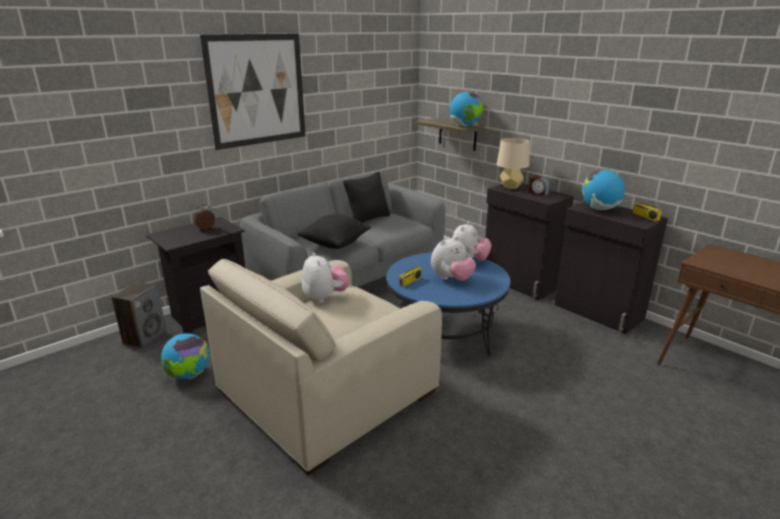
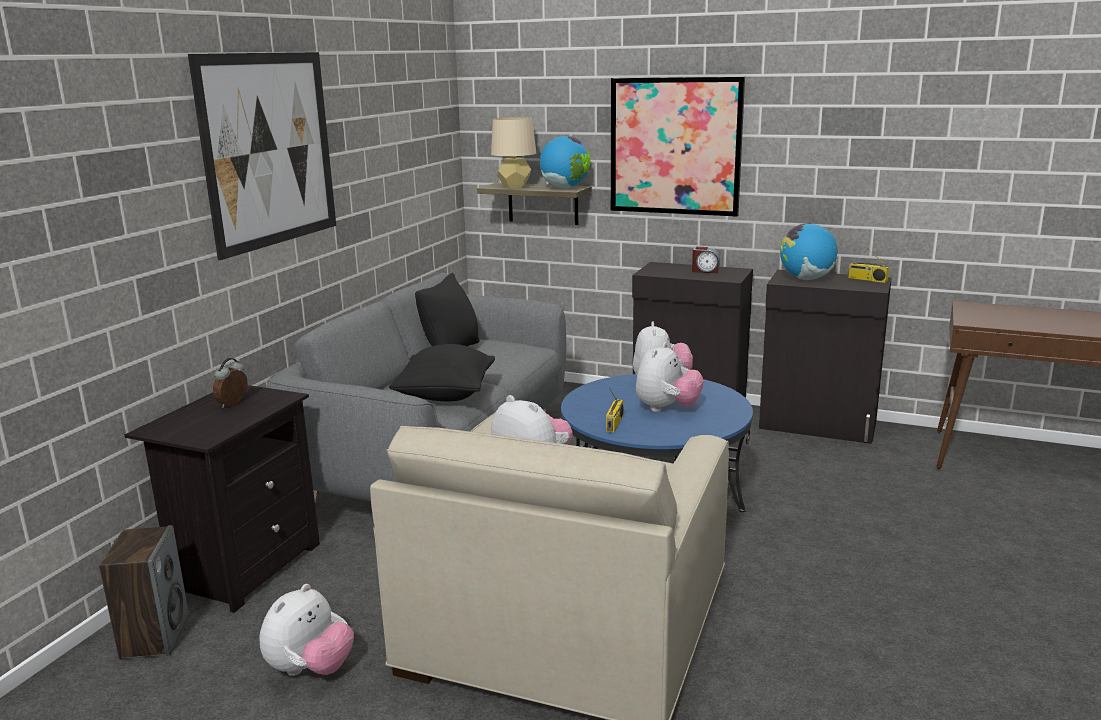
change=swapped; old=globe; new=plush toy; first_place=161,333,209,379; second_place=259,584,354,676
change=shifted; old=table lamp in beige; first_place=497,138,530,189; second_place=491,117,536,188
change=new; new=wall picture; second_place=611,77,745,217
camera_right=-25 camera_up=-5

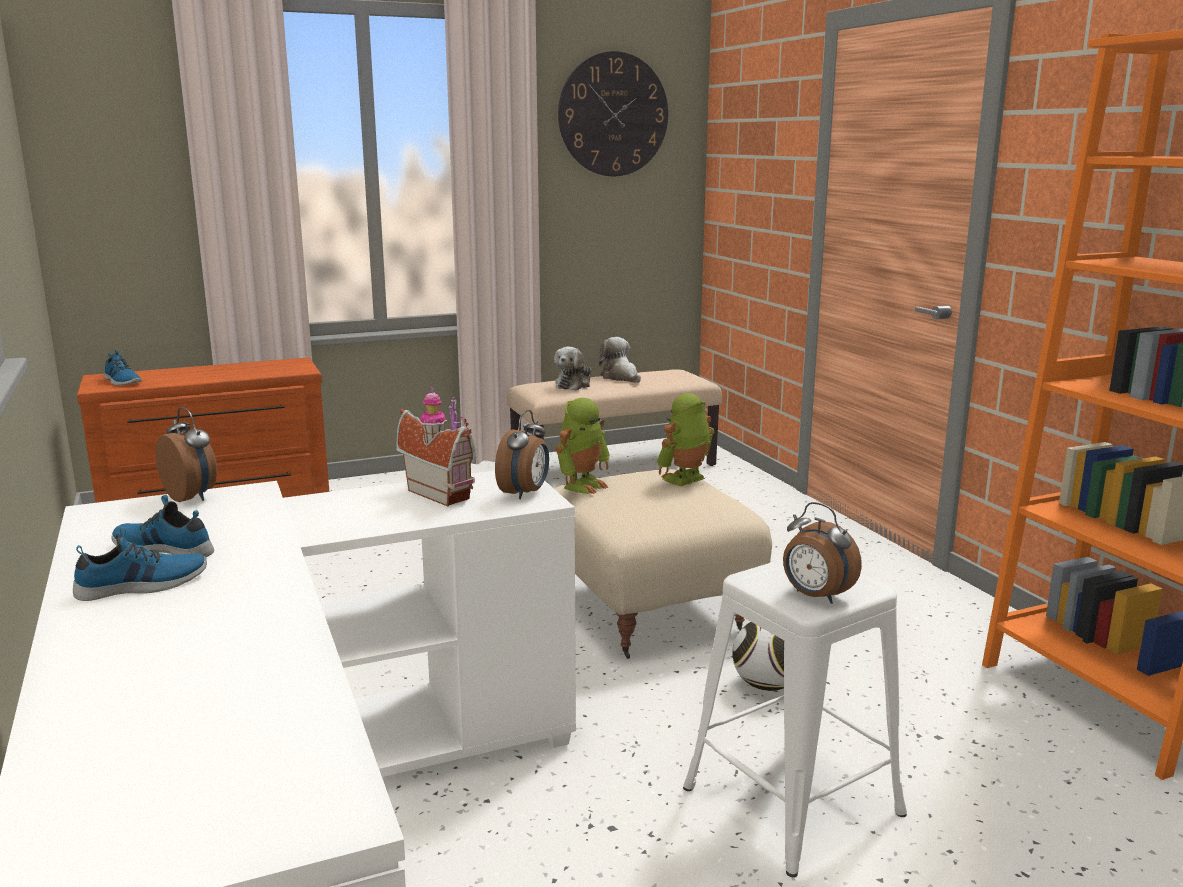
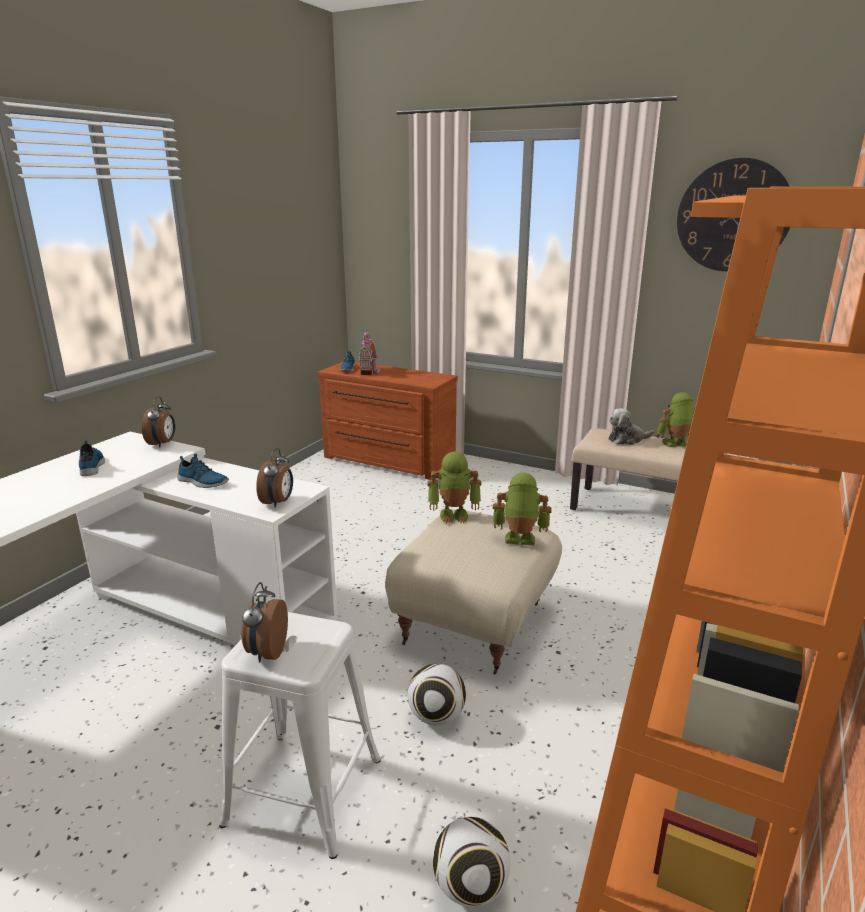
change=shifted; old=low shoe; first_place=73,527,207,601; second_place=178,453,229,488
change=shifted; old=toy house; first_place=396,386,477,506; second_place=359,330,380,375
change=rotated; old=alarm clock; first_place=495,410,549,499; second_place=256,448,293,508; degrees=-60
change=swapped; old=plush toy; new=robot figure; first_place=599,337,641,383; second_place=657,392,695,447
change=new; new=football; second_place=433,817,510,907
camera_right=50 camera_up=5

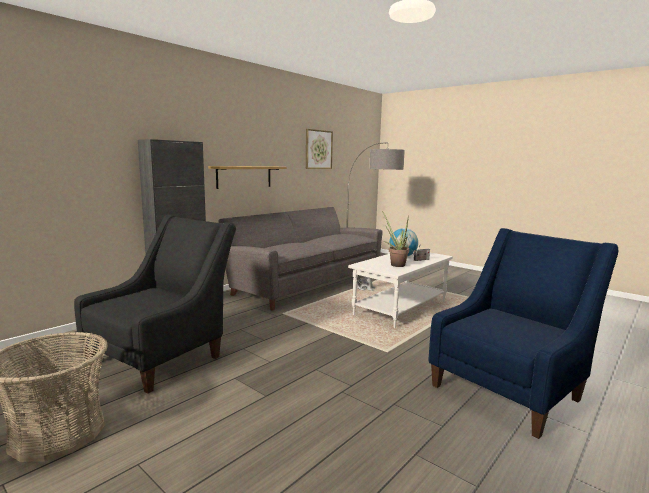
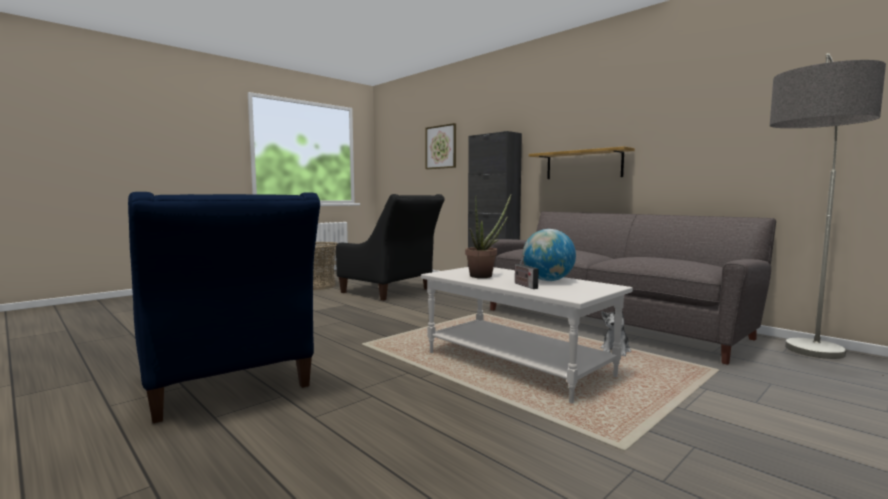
change=shifted; old=wall picture; first_place=306,129,333,169; second_place=425,123,456,169
camera_right=95 camera_up=-5

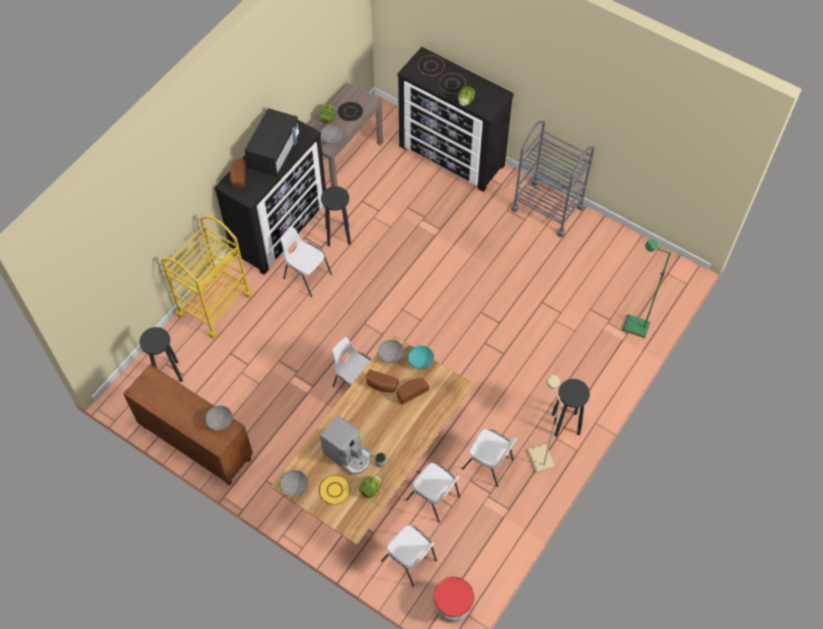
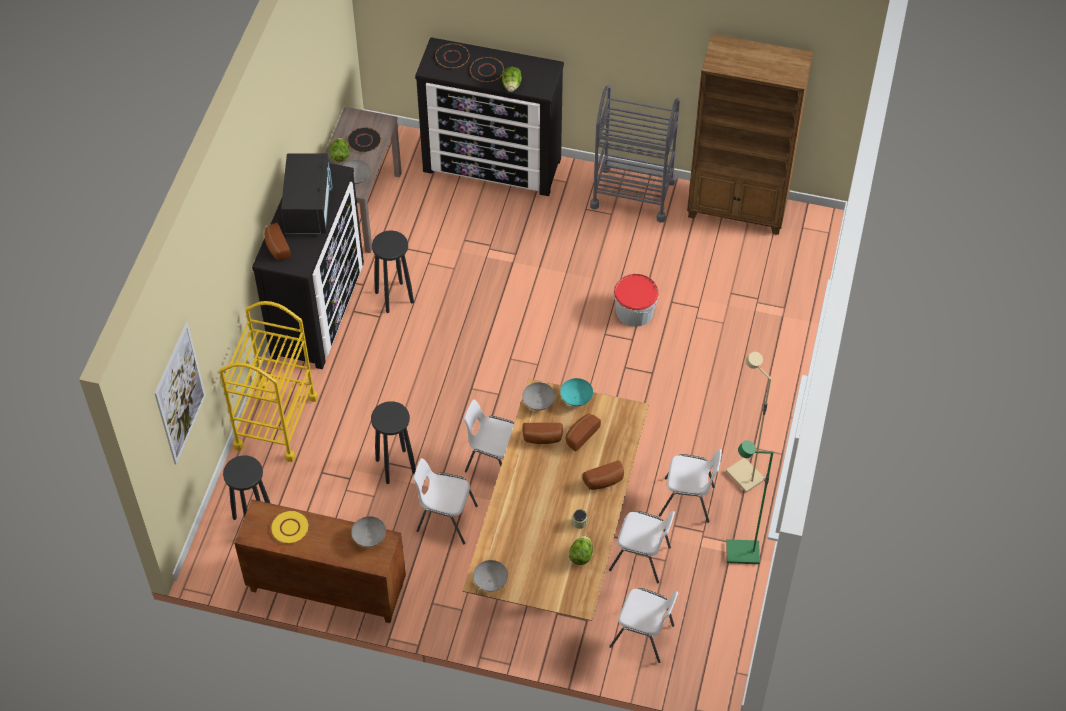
change=shifted; old=chair in white-coloured; first_place=280,227,332,297; second_place=413,458,478,544
change=shifted; old=plate in yellowish; first_place=319,475,351,505; second_place=270,510,310,544
change=gone; old=coffee machine; first_place=320,415,371,474
change=shifted; old=bucket; first_place=433,577,475,623; second_place=614,274,659,327
change=shifted; old=sitting stool in black; first_place=552,379,590,437; second_place=371,401,416,484
change=shifted; old=standing lamp in green-coloured; first_place=622,238,671,338; second_place=726,440,774,564
change=new; new=wall picture; second_place=154,322,206,465
change=new; new=baked bread; second_place=583,460,624,490
change=new; new=bookcase in brown; second_place=687,34,813,235
camera_right=-20 camera_up=-5

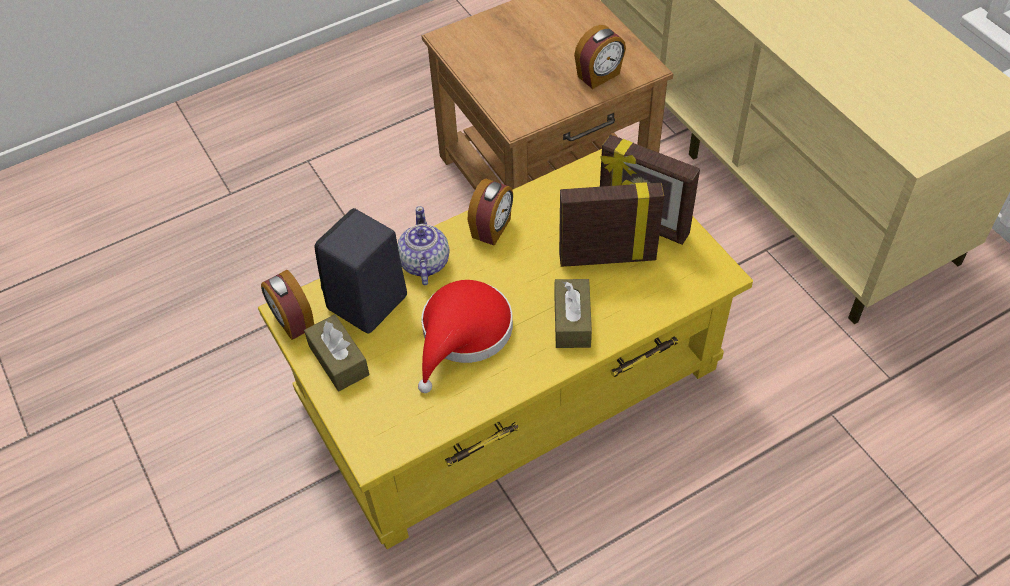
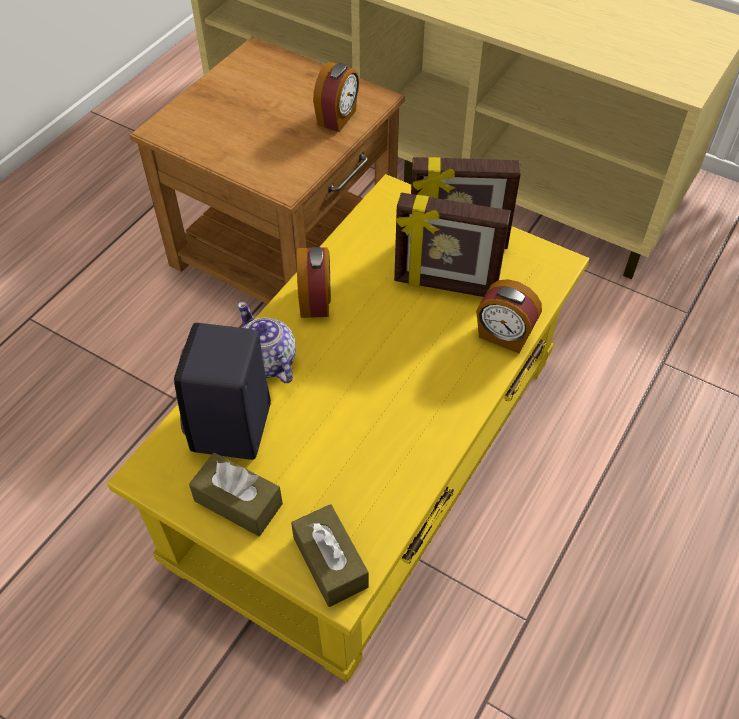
change=shifted; old=alarm clock; first_place=261,270,314,340; second_place=476,279,542,353
change=gone; old=wearable hat in reddish; first_place=418,280,513,393
change=shifted; old=tissue box in brown; first_place=554,279,592,348; second_place=291,504,369,607
change=rotated; old=photo frame; first_place=559,180,664,267; second_place=394,192,511,297; degrees=-135
camera_right=-30 camera_up=0

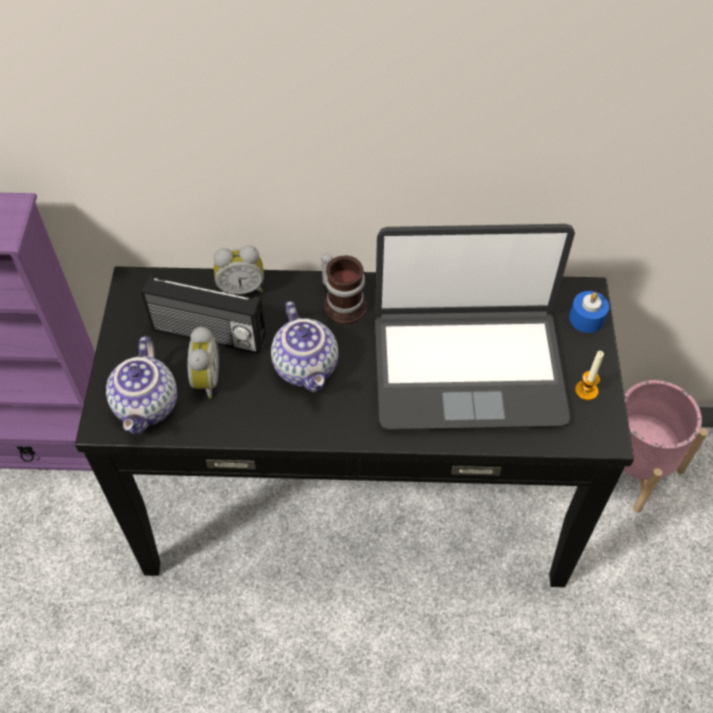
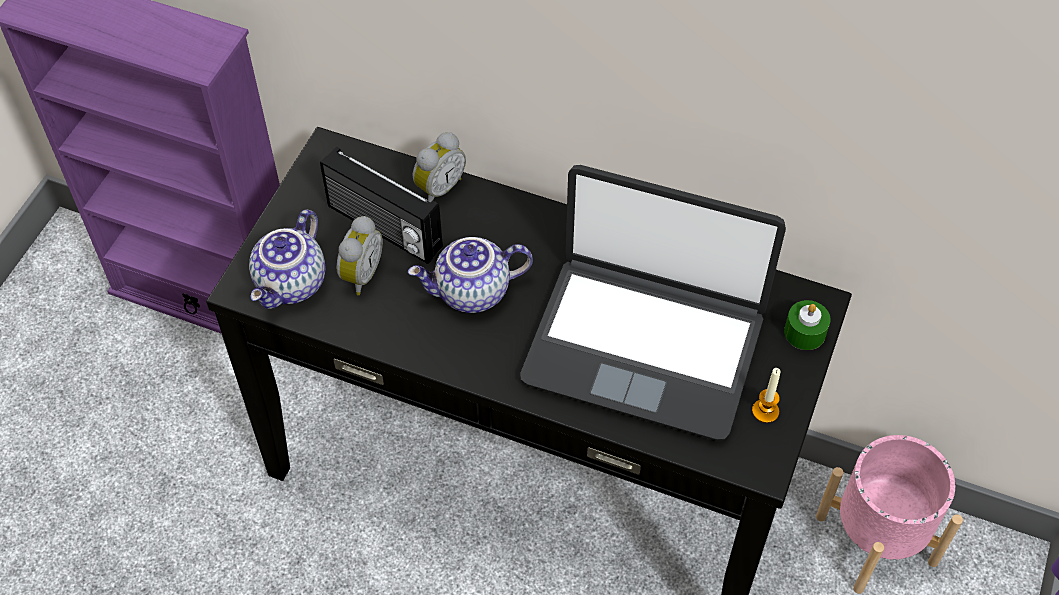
change=rotated; old=alarm clock; first_place=214,245,264,295; second_place=413,132,466,202; degrees=-60
change=rotated; old=tea pot; first_place=271,301,338,392; second_place=408,237,533,313; degrees=75
change=gone; old=mug; first_place=321,253,367,324
change=repainted; old=wax light in blue; new=wax light in green-coloured; first_place=569,291,609,333; second_place=784,300,831,350
camera_right=20 camera_up=0

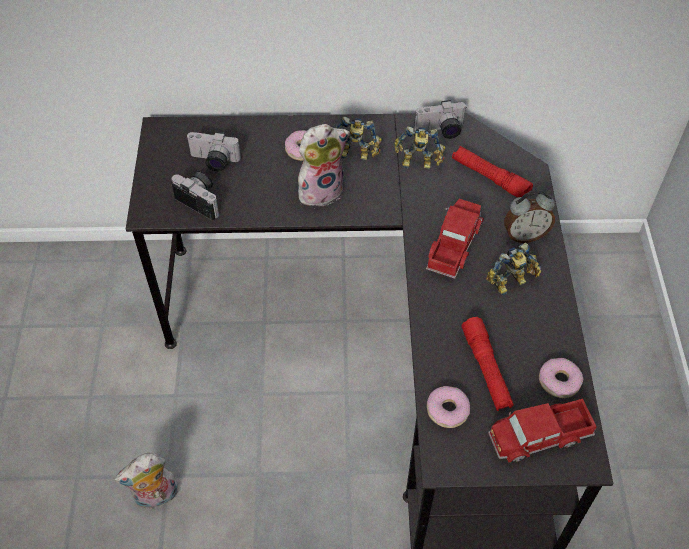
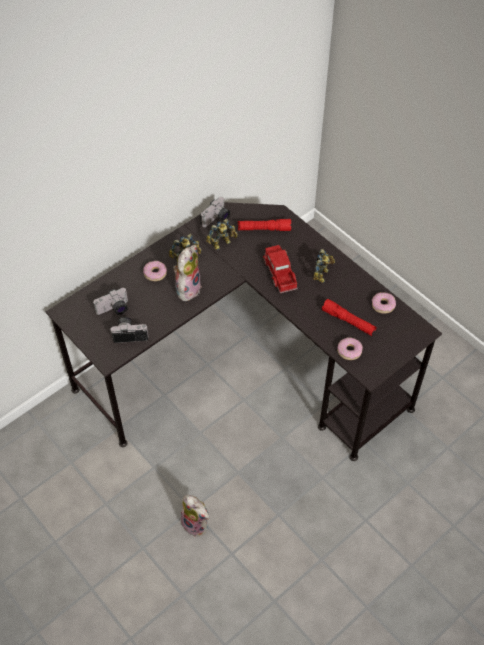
change=rotated; old=plush toy; first_place=114,453,178,509; second_place=181,495,210,537; degrees=-75
change=gone; old=model truck; first_place=488,399,597,463
change=gone; old=alarm clock; first_place=504,190,555,243
camera_right=-40 camera_up=0

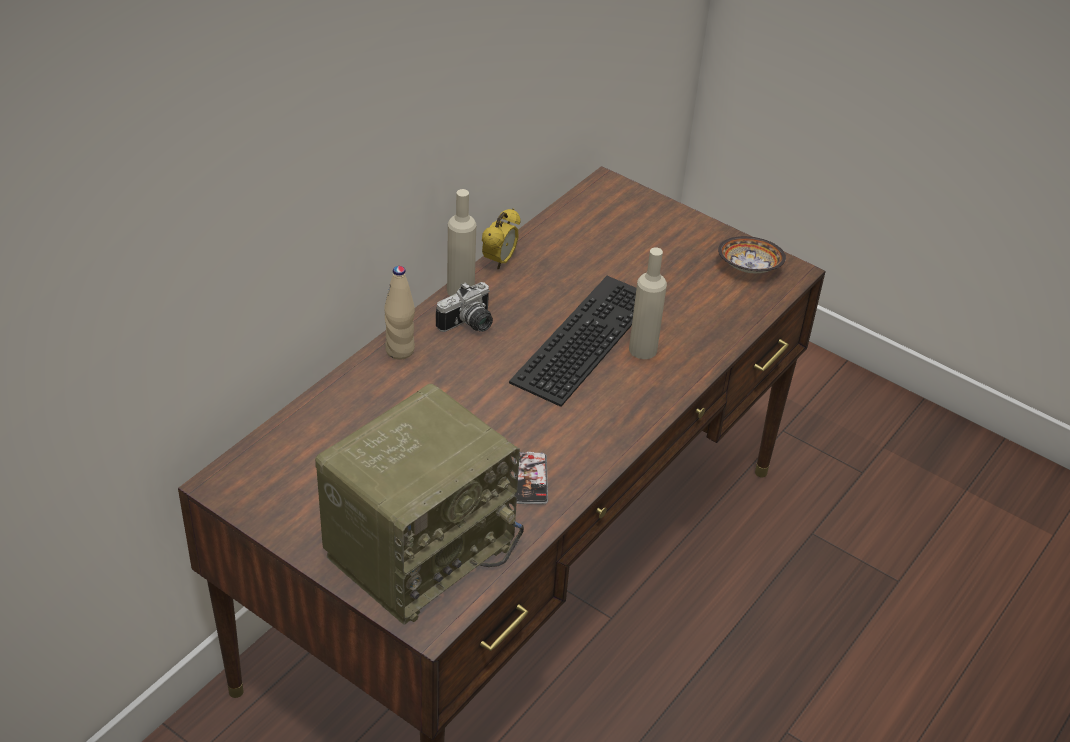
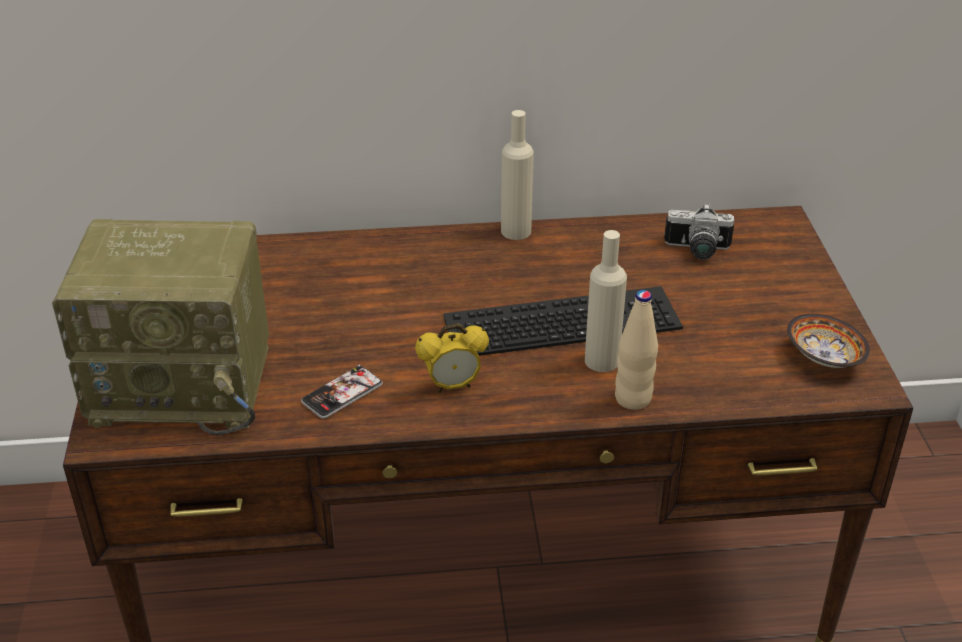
change=shifted; old=beverage bottle in beige; first_place=384,266,415,360; second_place=615,290,658,410
change=shifted; old=still camera; first_place=436,282,493,332; second_place=664,203,734,260
change=shifted; old=alarm clock; first_place=482,208,521,269; second_place=415,323,489,393
camera_right=50 camera_up=-5

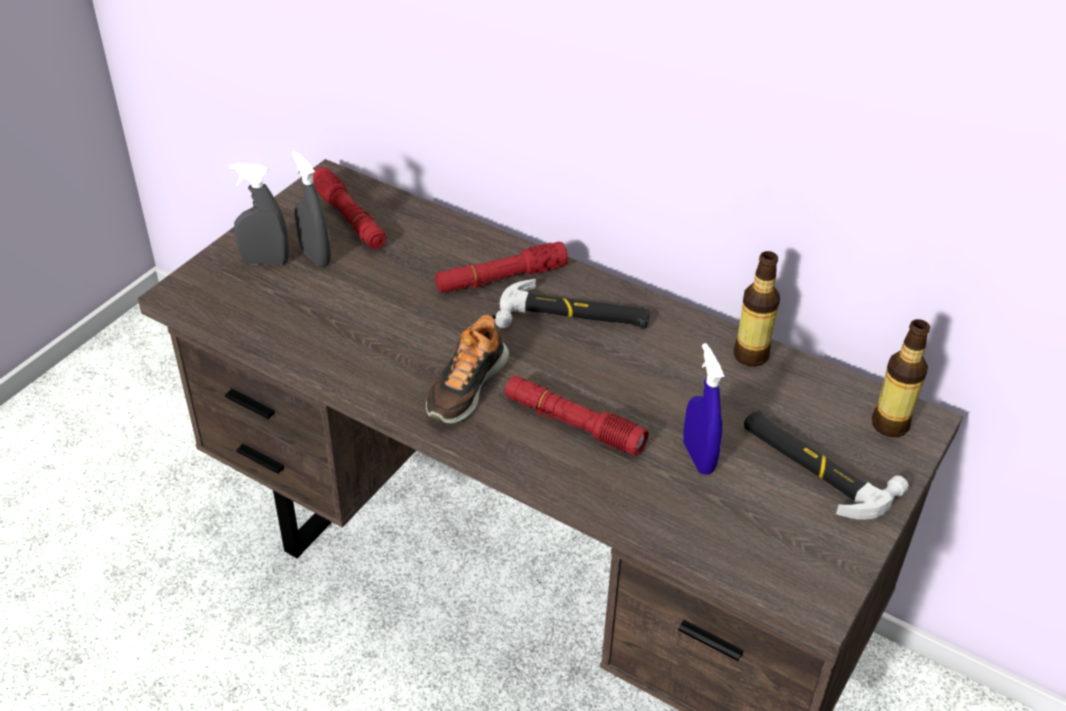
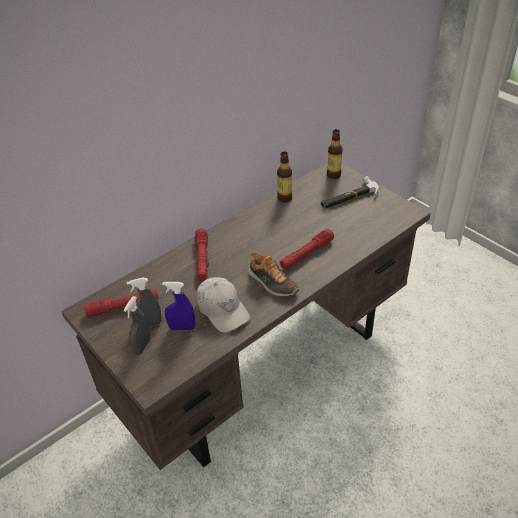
change=gone; old=hand hammer; first_place=495,279,649,329
change=shifted; old=spray bottle in blue; first_place=683,343,725,475; second_place=162,282,195,331
change=new; new=peaked cap in white-coloured; second_place=196,277,250,333
camera_right=-70 camera_up=0

